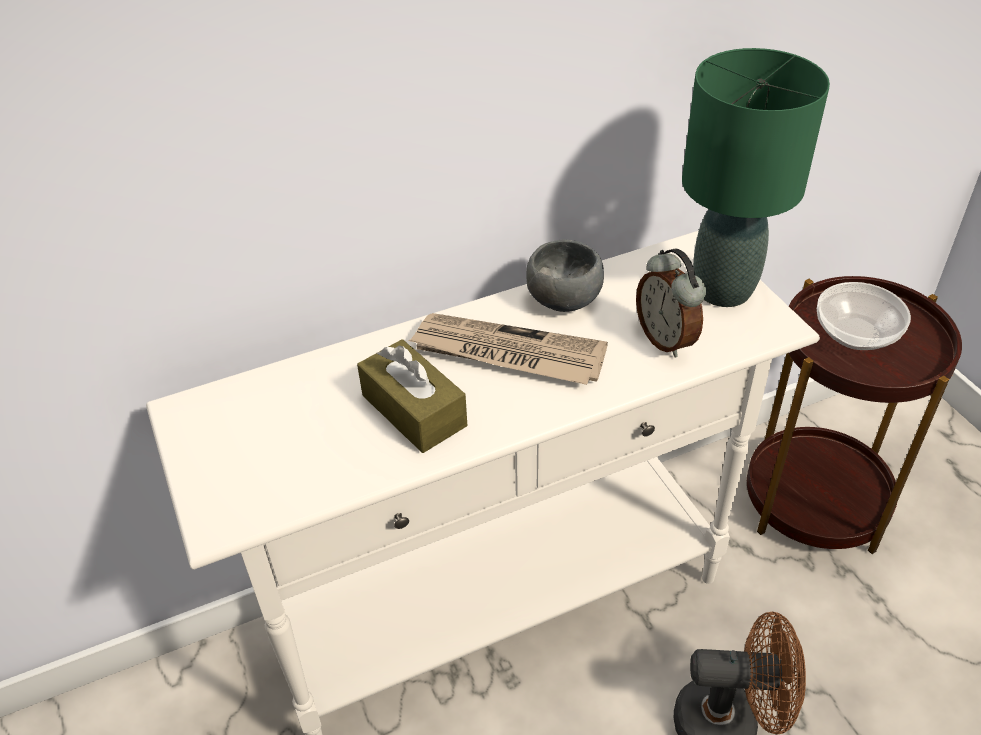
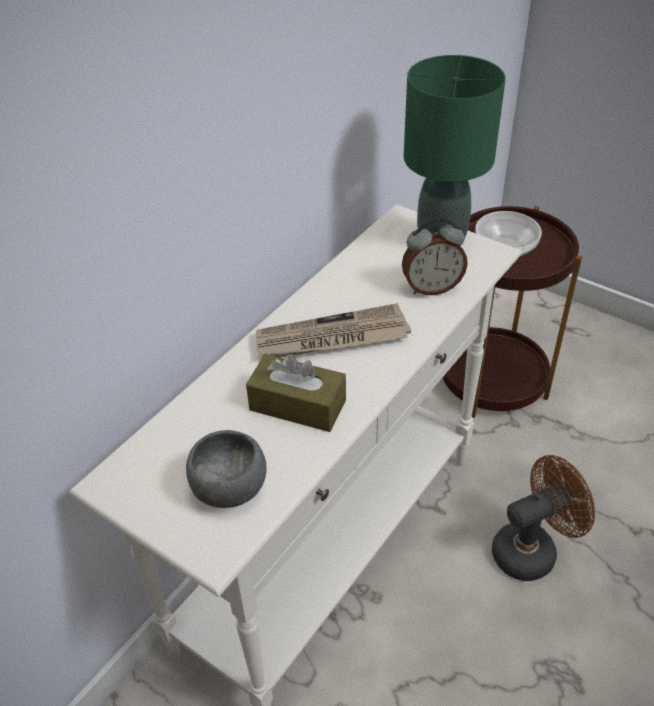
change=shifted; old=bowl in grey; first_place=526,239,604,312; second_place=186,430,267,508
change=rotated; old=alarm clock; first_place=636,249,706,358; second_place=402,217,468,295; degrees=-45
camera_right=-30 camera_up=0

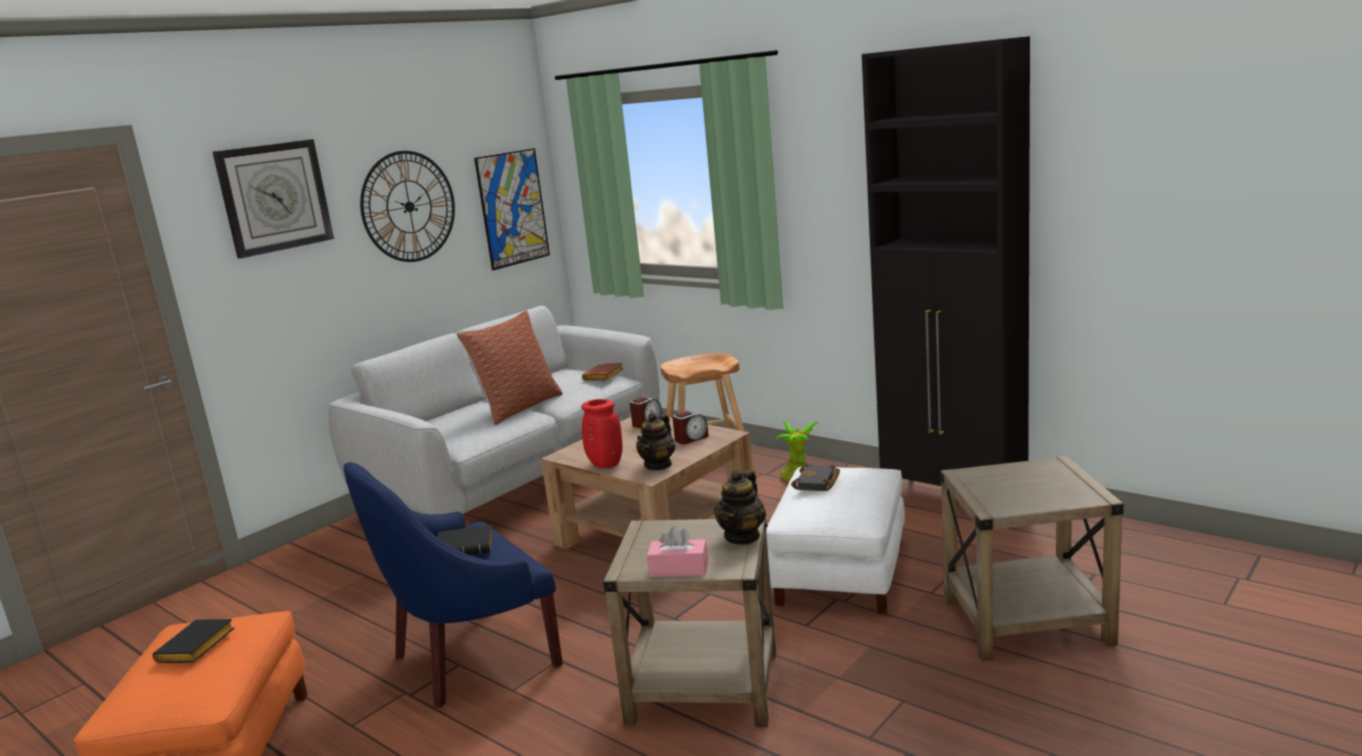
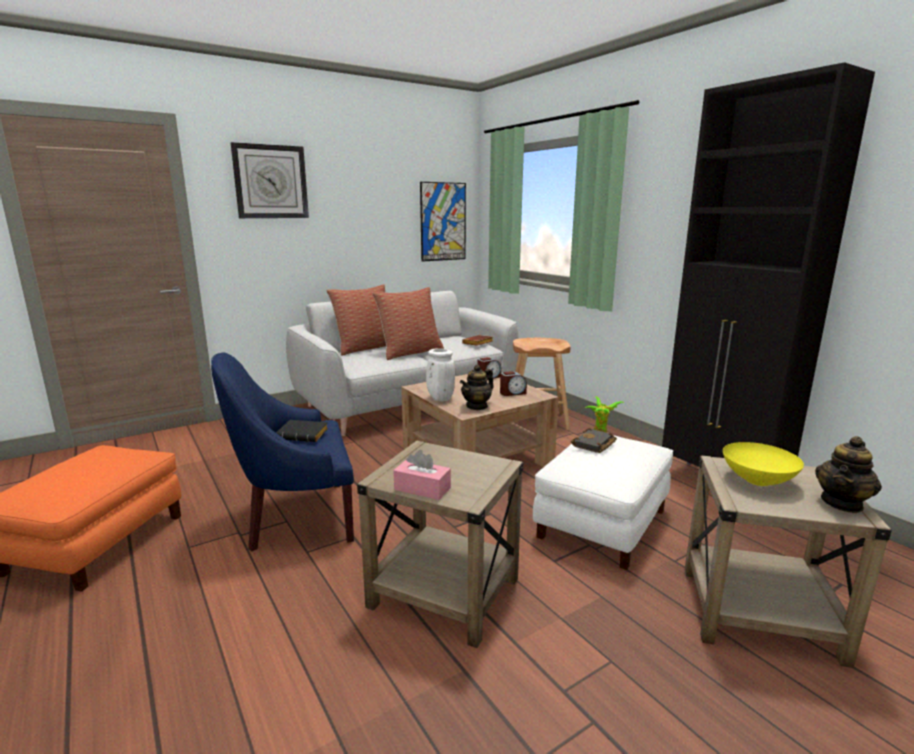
change=gone; old=book in black; first_place=152,619,234,663
change=gone; old=wall clock; first_place=360,151,455,262
change=repainted; old=decorative vase in reddish; new=decorative vase in white-coloured; first_place=582,399,622,468; second_place=426,348,455,401
change=shifted; old=tea pot; first_place=714,469,766,545; second_place=815,436,882,513
change=new; new=cushion; second_place=327,285,386,356
change=new; new=bowl in yellowish; second_place=723,442,804,486
camera_right=15 camera_up=0

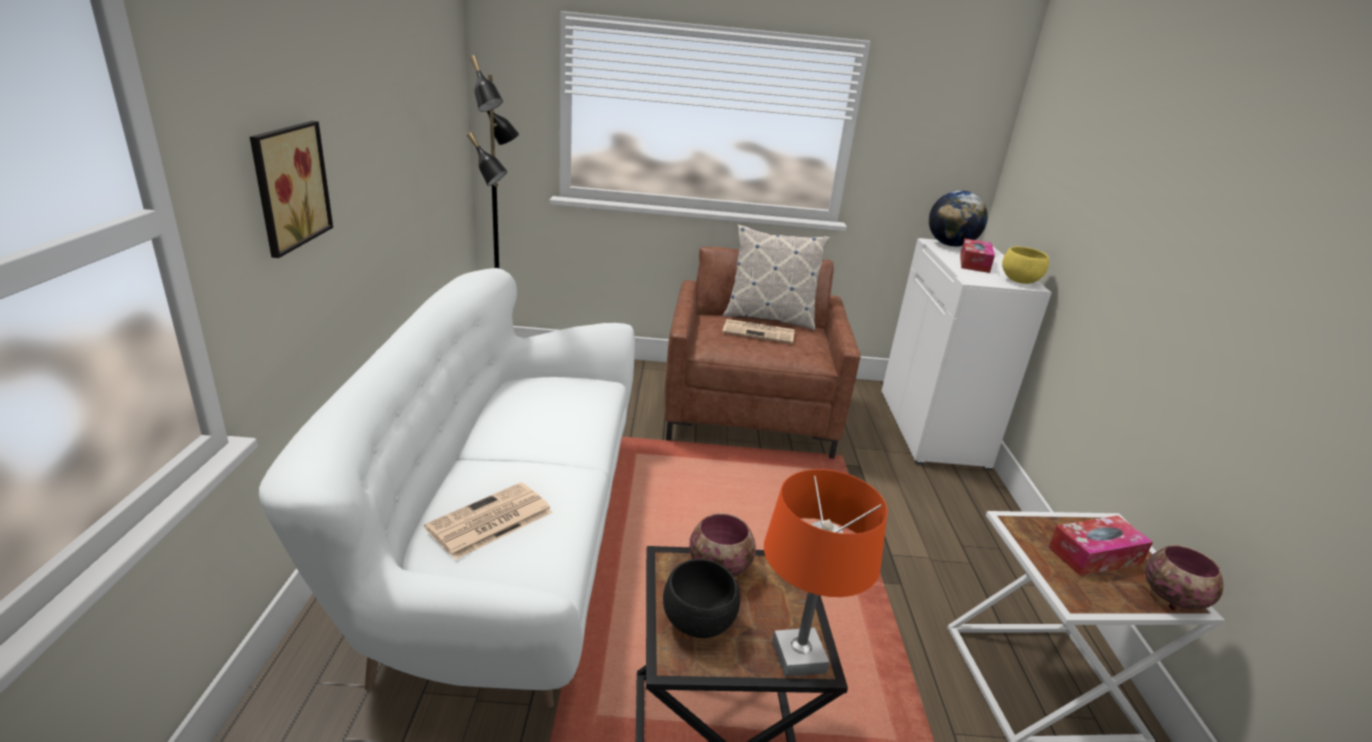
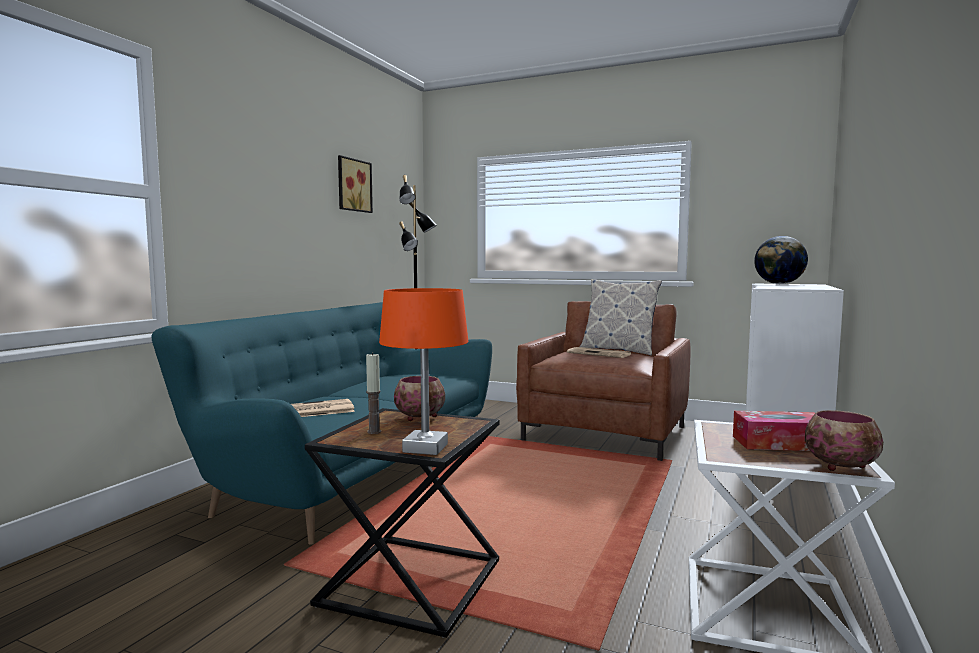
change=shifted; old=wall picture; first_place=250,121,333,258; second_place=338,155,373,213
change=repainted; old=couch in white-coloured; new=couch in blue-green; first_place=259,268,635,708; second_place=152,302,492,545
change=swapped; old=bowl in black; new=wax light; first_place=663,559,740,638; second_place=366,352,381,434
change=gone; old=tissue box; first_place=960,238,995,273
change=gone; old=bowl in yellowish; first_place=1002,246,1049,284
camera_right=25 camera_up=-20

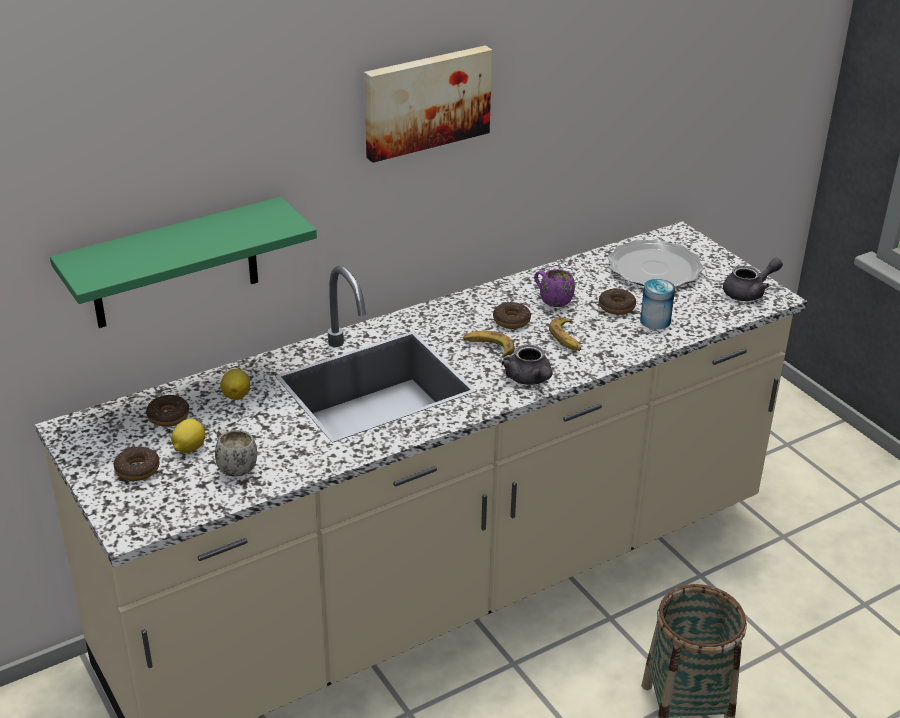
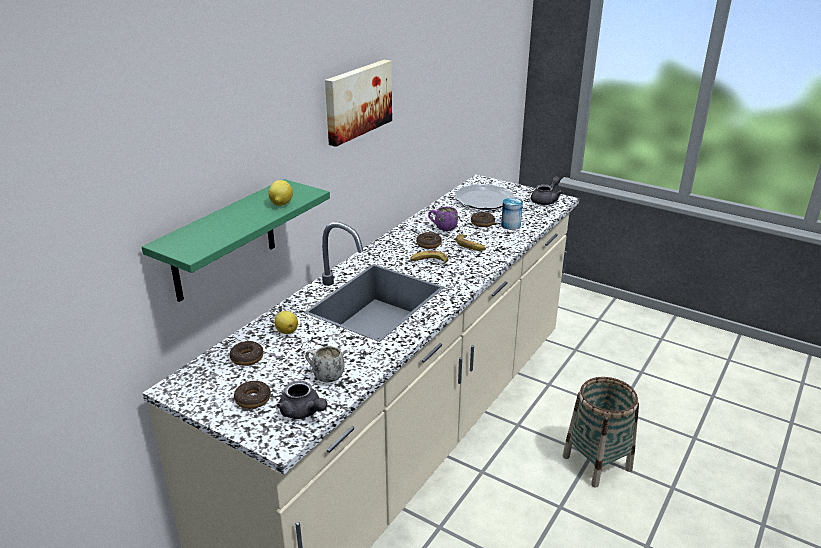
change=shifted; old=lemon; first_place=171,419,205,453; second_place=268,180,293,206
change=shifted; old=tea pot in grey; first_place=501,345,553,385; second_place=277,381,328,419
camera_right=-25 camera_up=-5

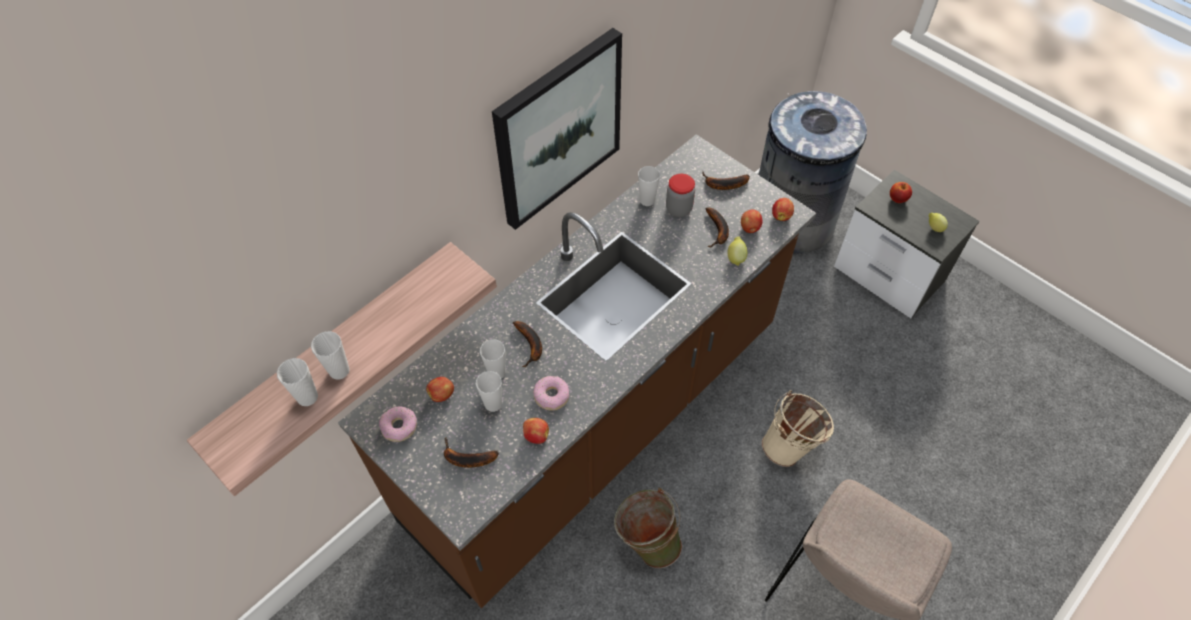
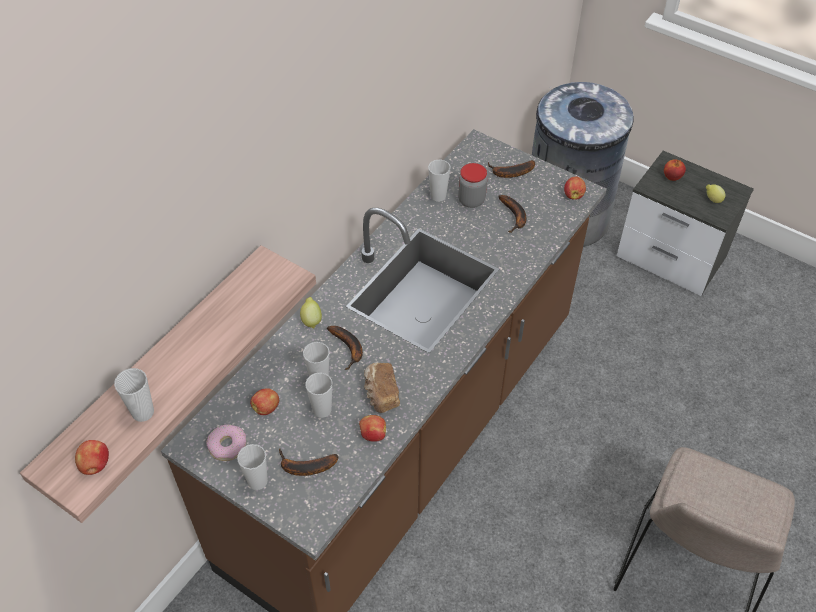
change=shifted; old=drinking cup; first_place=311,331,350,380; second_place=237,444,268,490
change=gone; old=wall picture; first_place=492,28,622,230
change=swapped; old=donut; new=baked bread; first_place=533,376,569,411; second_place=364,363,400,413
change=gone; old=bucket in green-coloured; first_place=614,488,682,568
change=shifted; old=lemon; first_place=727,237,747,266; second_place=300,297,322,328
change=shifted; old=apple; first_place=741,209,763,233; second_place=75,440,109,475
change=gone; old=bucket in beige; first_place=761,390,834,467
camera_right=-10 camera_up=-5

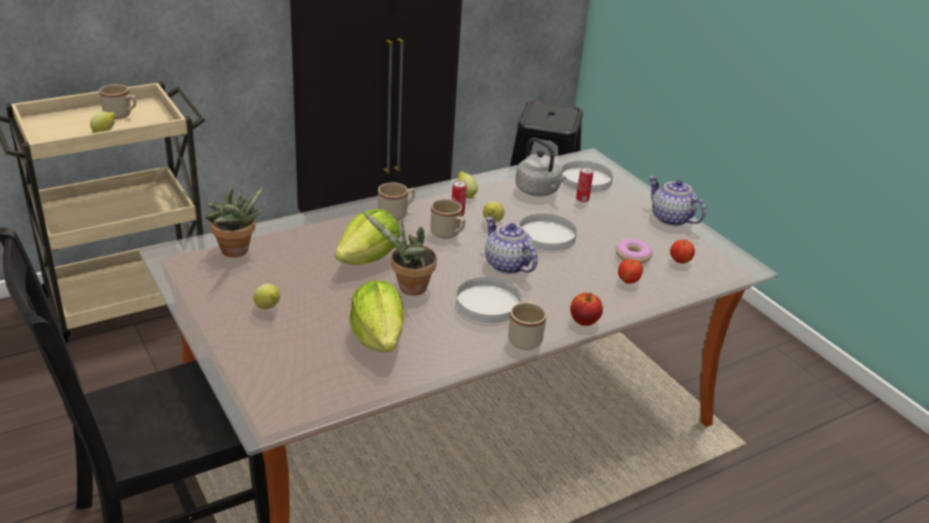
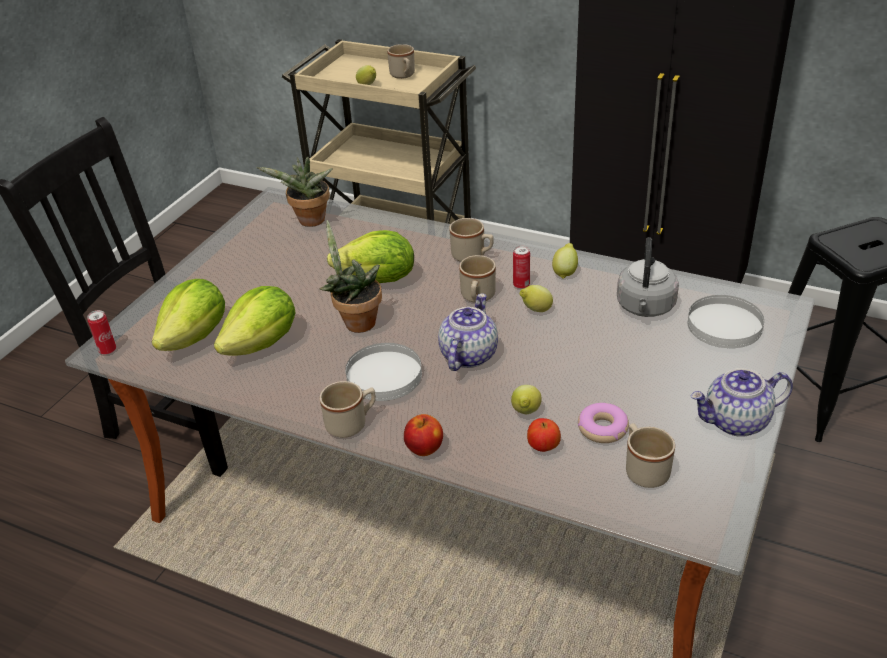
change=shifted; old=lemon; first_place=253,284,280,309; second_place=511,385,542,414
change=gone; old=plate in white-coloured; first_place=519,214,577,251
change=shifted; old=metal can; first_place=576,167,593,203; second_place=87,310,116,355
change=rotated; old=tea pot; first_place=649,176,706,226; second_place=690,368,793,437; degrees=-120
change=swapped; old=apple; new=mug in beige; first_place=670,239,695,264; second_place=626,423,675,488
change=new; new=head of lettuce; second_place=152,279,225,351
camera_right=60 camera_up=5

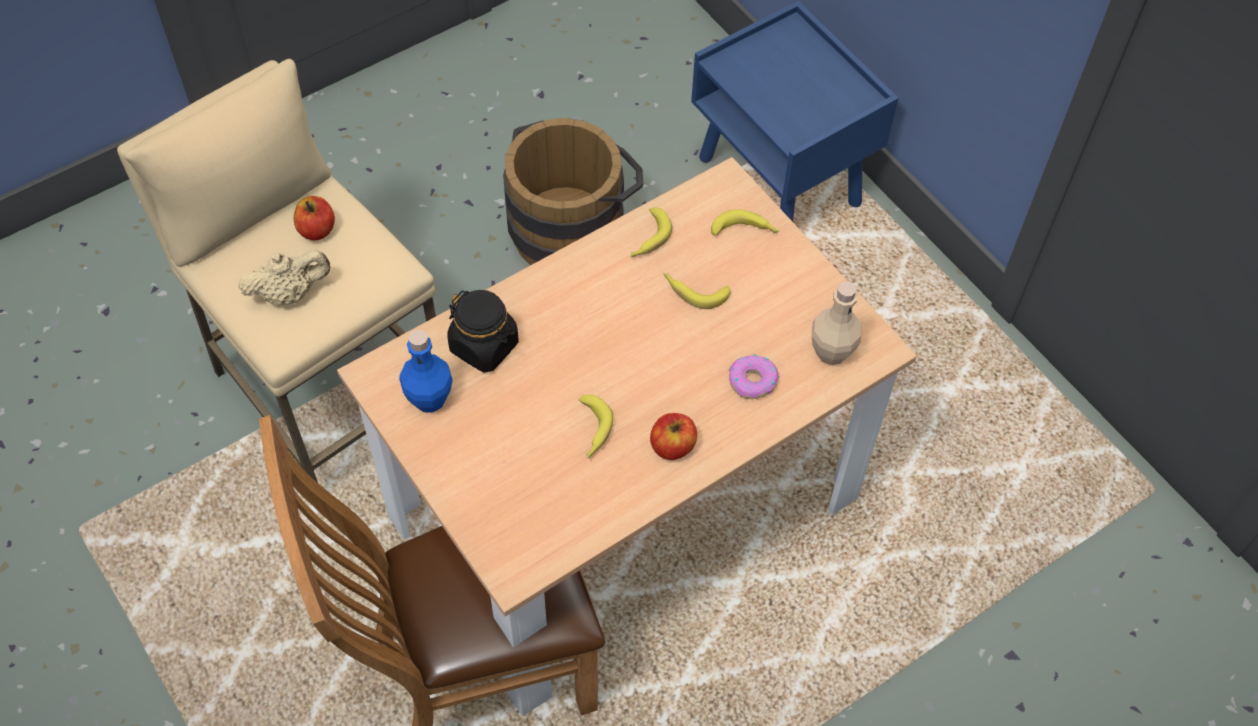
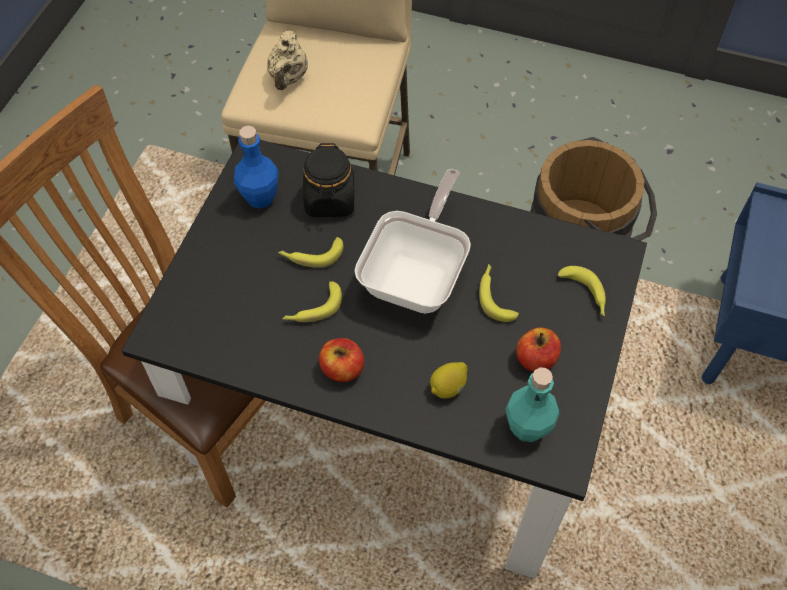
change=rotated; old=tea pot in beige; first_place=238,250,330,305; second_place=267,30,308,90; degrees=60
change=shifted; old=apple; first_place=294,196,335,240; second_place=516,327,561,371
change=repainted; old=dinner table in beige; new=dinner table in black; first_place=337,157,917,716; second_place=121,140,647,579
change=shifted; old=banana; first_place=630,207,672,257; second_place=278,237,343,268
change=swapped; old=donut; new=lemon; first_place=729,354,779,399; second_place=430,362,468,399
change=repainted; old=beverage bottle in beige; new=beverage bottle in blue-green; first_place=812,281,862,365; second_place=506,367,559,442
change=new; new=pan; second_place=354,169,471,313
camera_right=55 camera_up=0

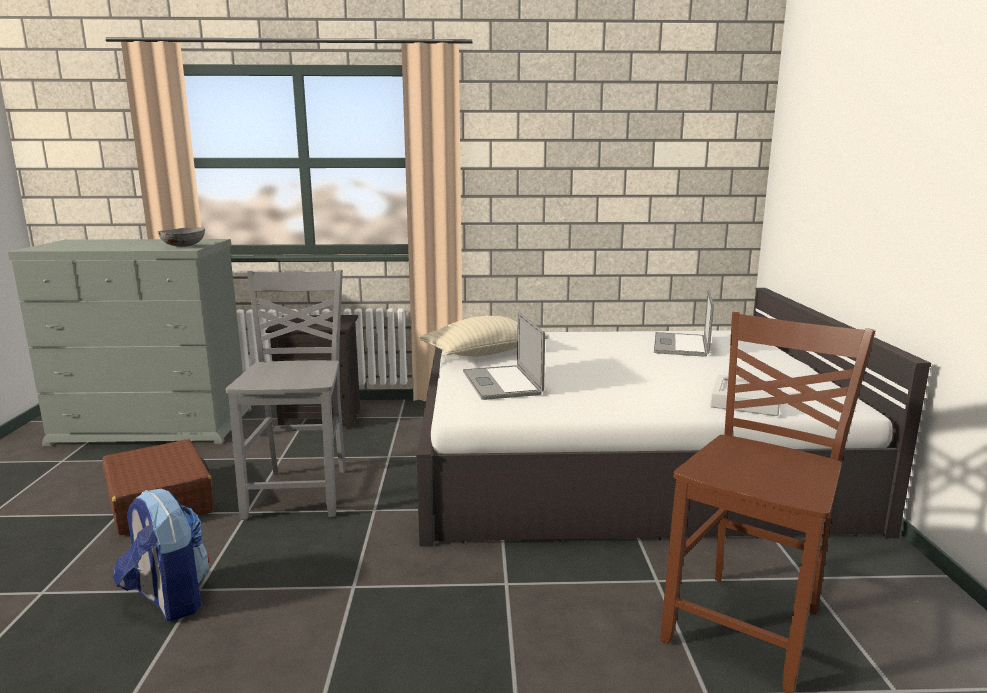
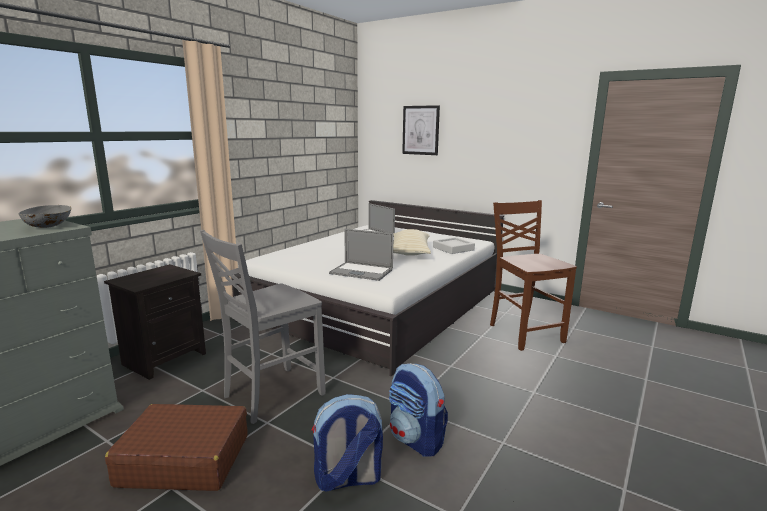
change=rotated; old=chair in grey; first_place=226,270,346,520; second_place=200,230,326,424; degrees=-75
change=shifted; old=cushion in beige; first_place=419,316,549,357; second_place=393,229,431,256
change=new; new=knapsack; second_place=389,363,448,457
change=new; new=wall picture; second_place=402,105,440,155
camera_right=-55 camera_up=0

